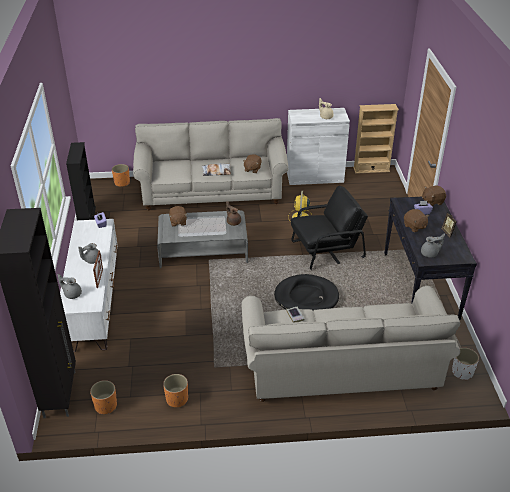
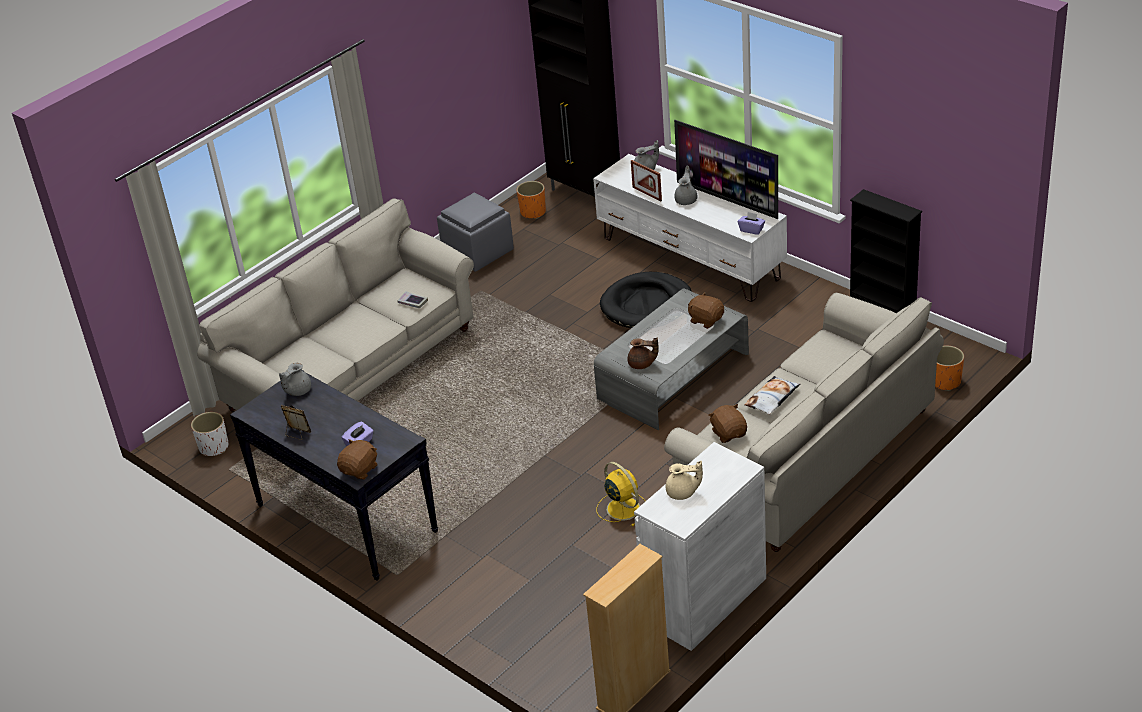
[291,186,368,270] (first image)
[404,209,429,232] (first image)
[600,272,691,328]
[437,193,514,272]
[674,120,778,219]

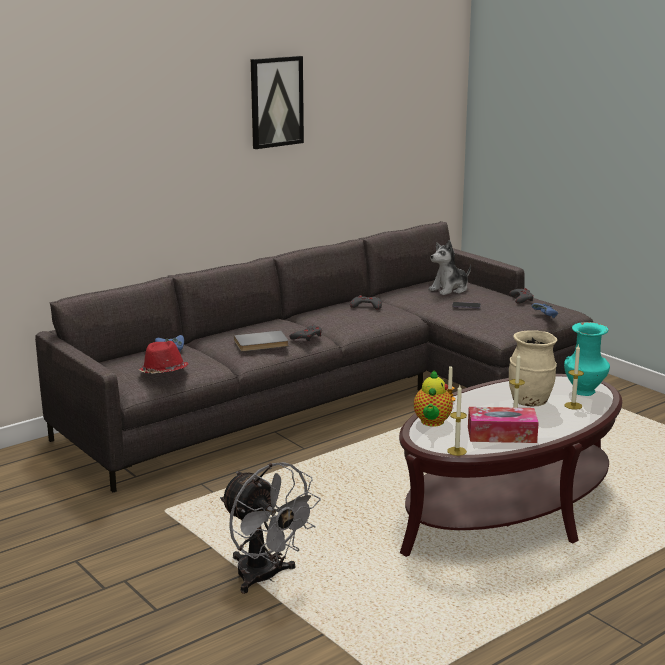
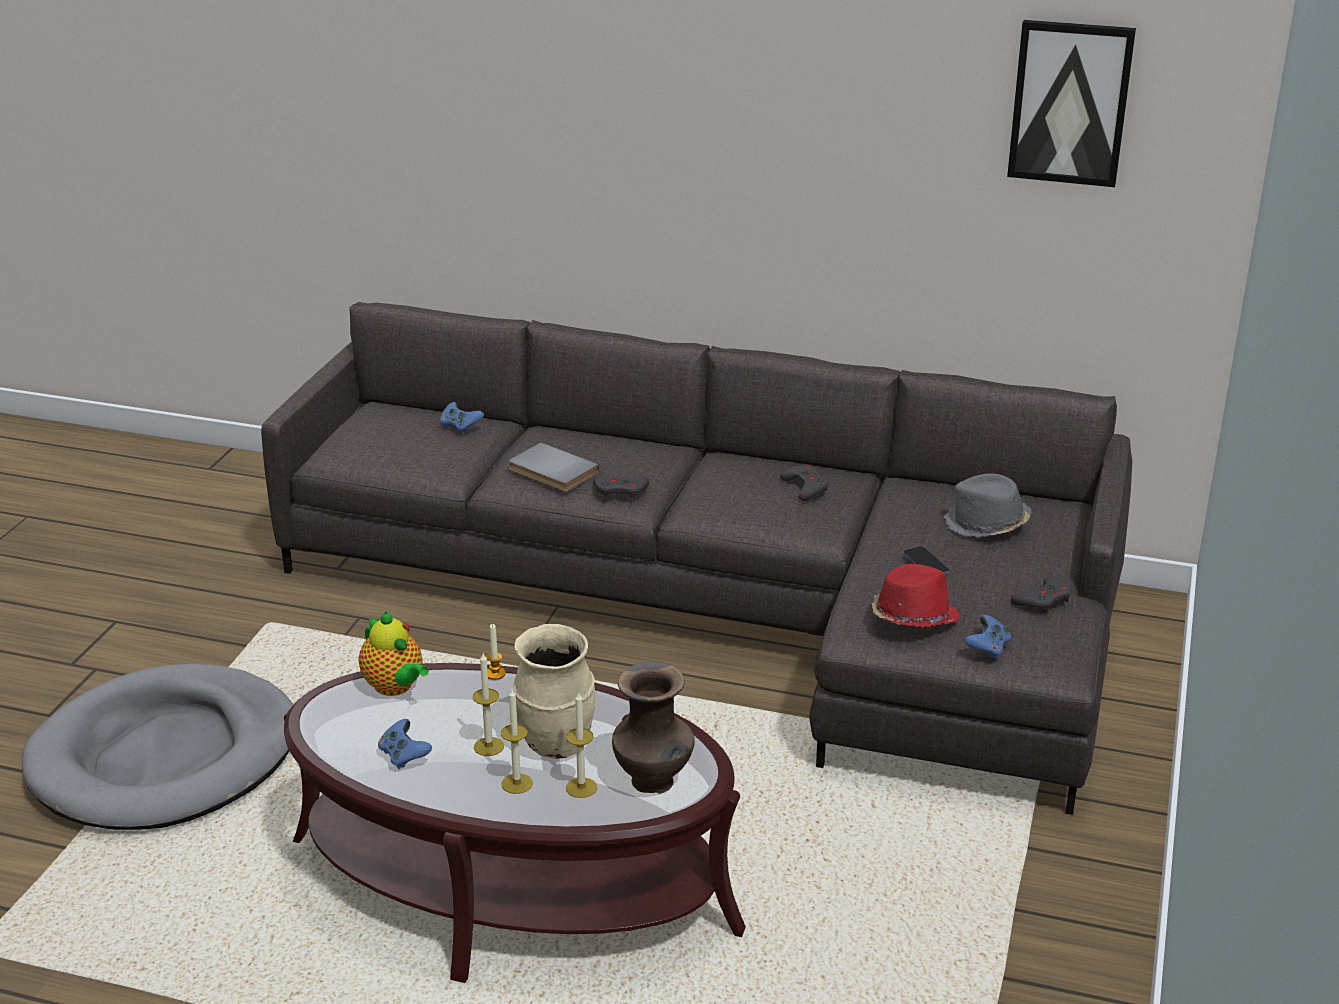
[1007,20,1136,187]
[944,473,1032,538]
[612,662,695,794]
[871,564,960,628]
[359,611,429,696]
[501,689,533,794]
[378,719,432,769]
[22,664,293,830]

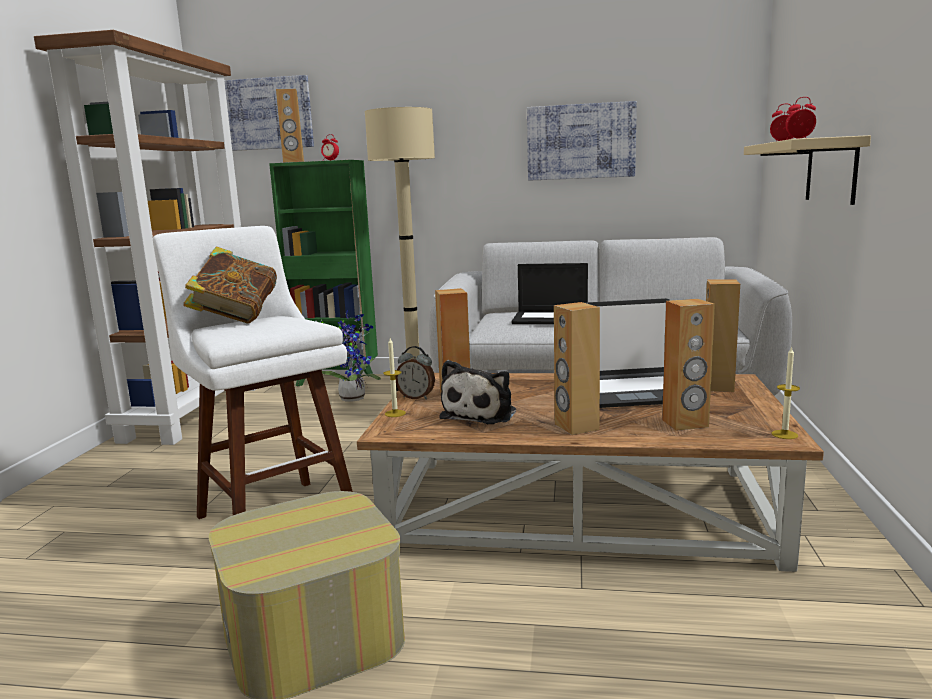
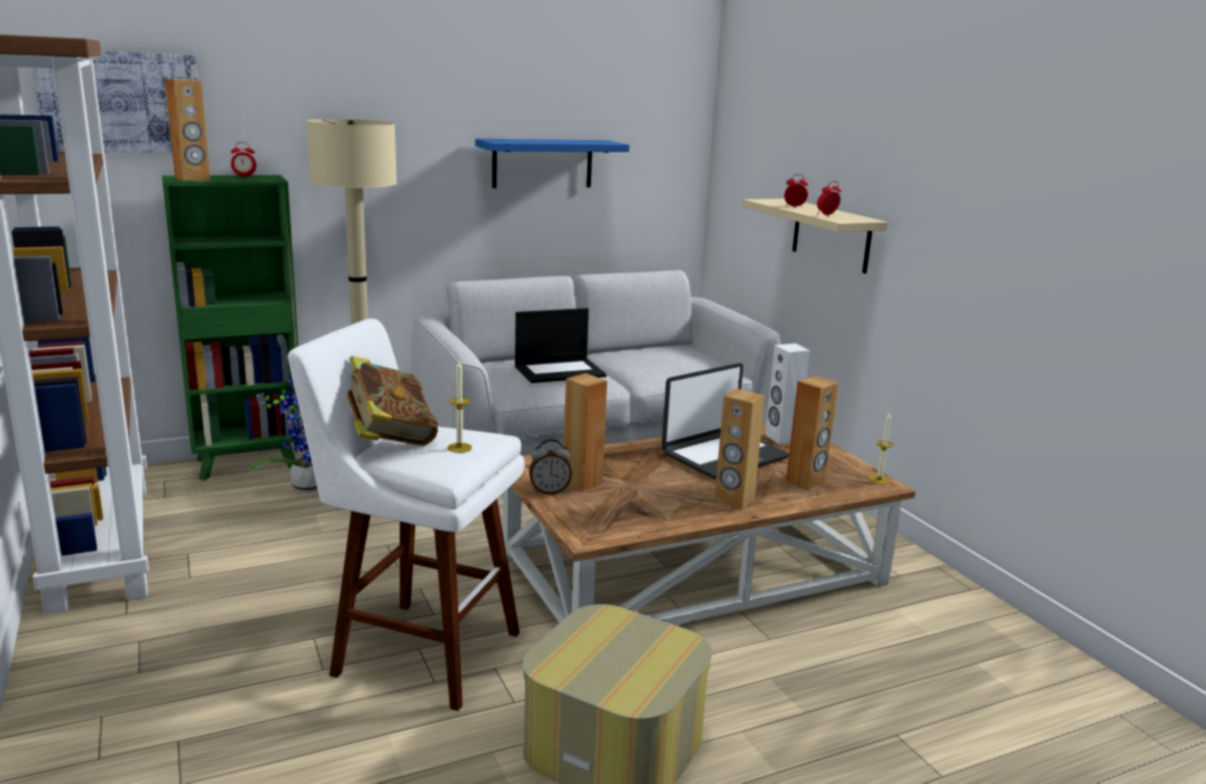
[475,139,629,188]
[765,343,810,444]
[447,361,472,453]
[439,360,516,424] (first image)

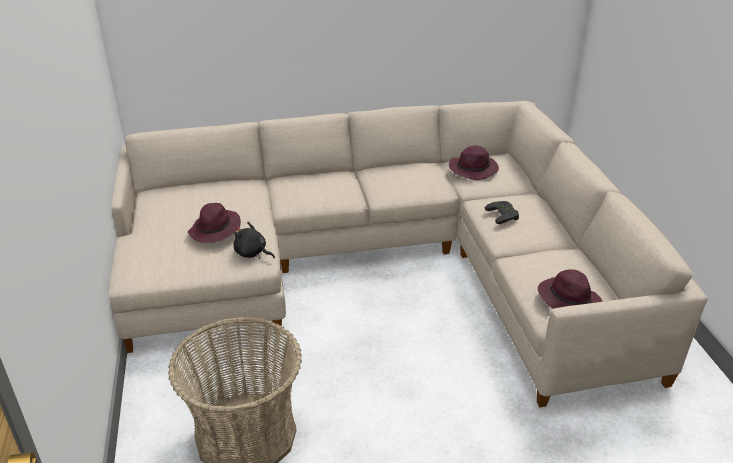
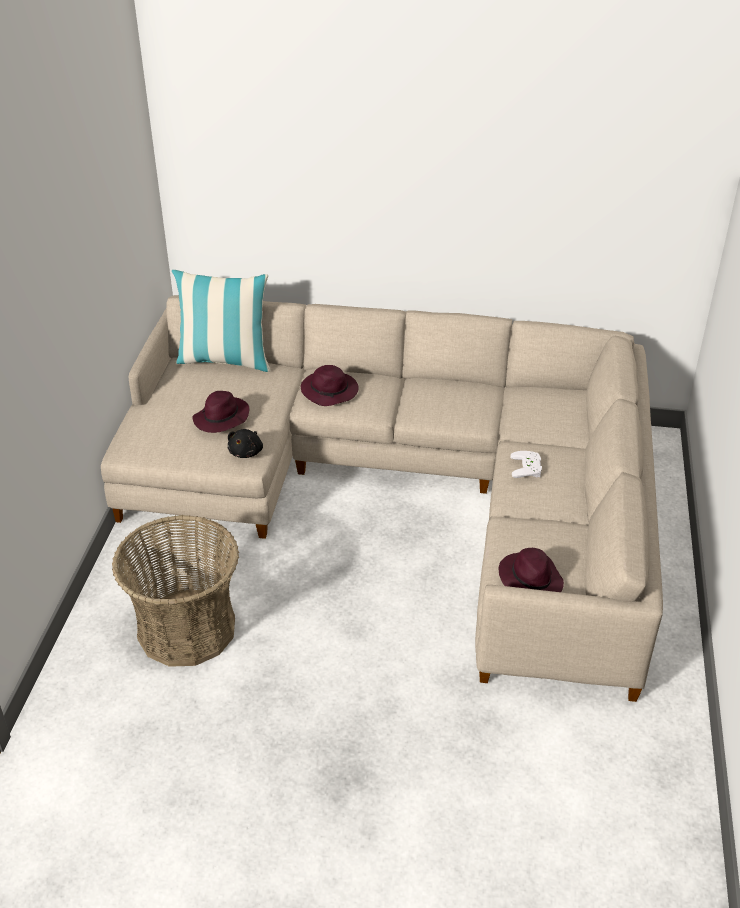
[301,365,359,406]
[510,451,542,478]
[228,429,263,458]
[172,270,271,372]

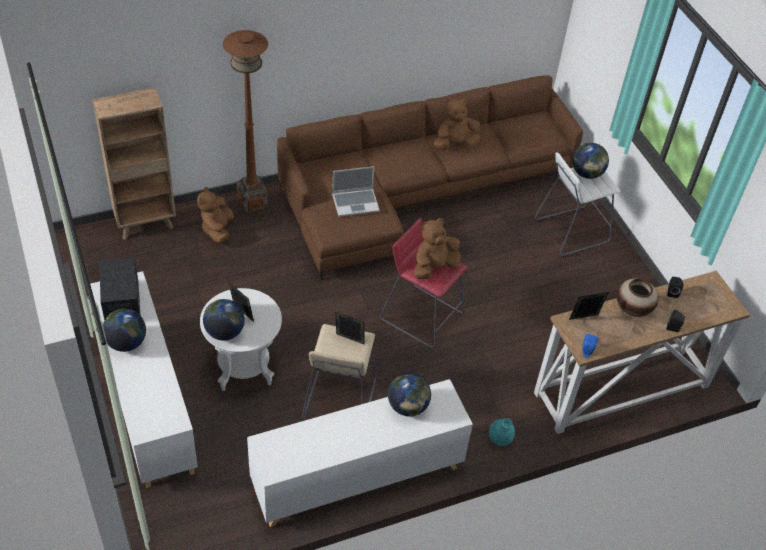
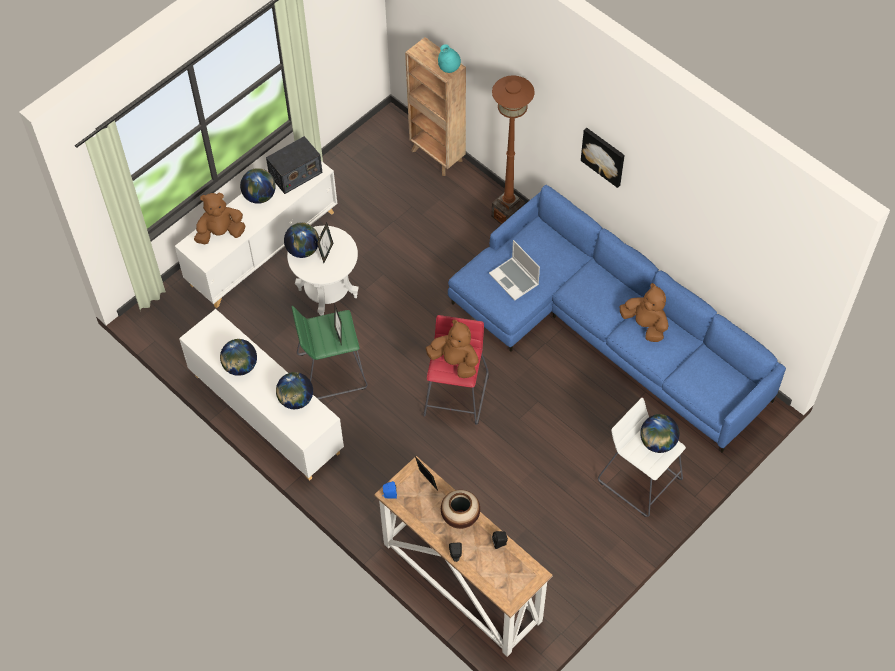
[448,185,786,453]
[194,193,245,244]
[292,306,368,399]
[438,44,461,73]
[581,128,625,188]
[220,339,257,376]

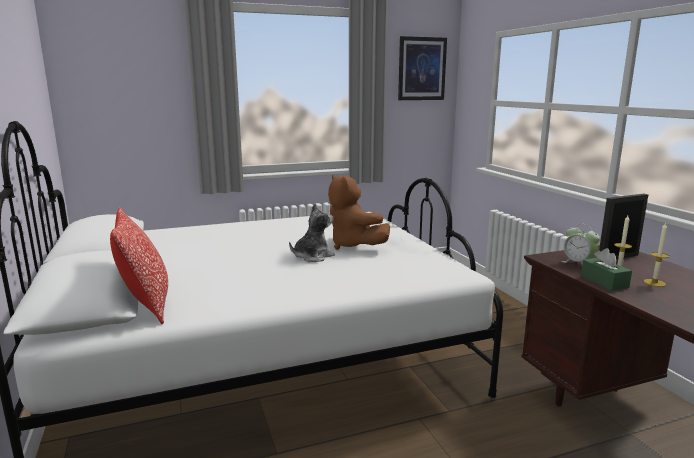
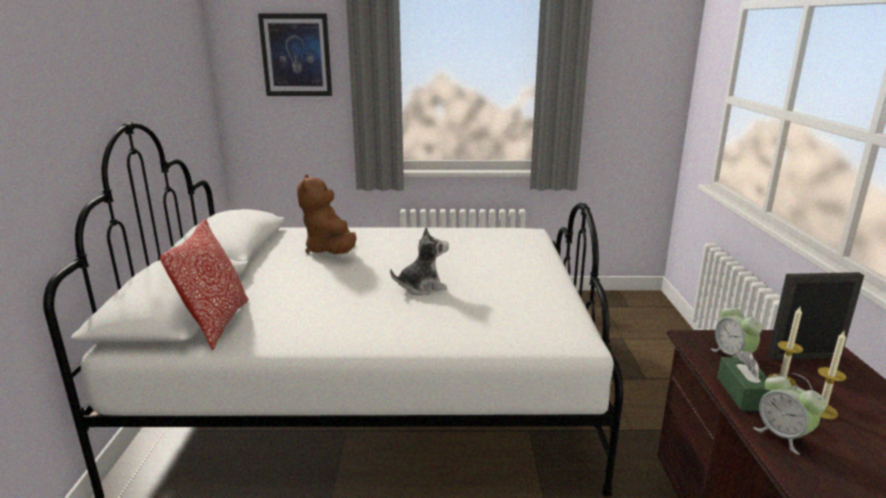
[258,13,332,96]
[297,175,357,254]
[753,373,826,455]

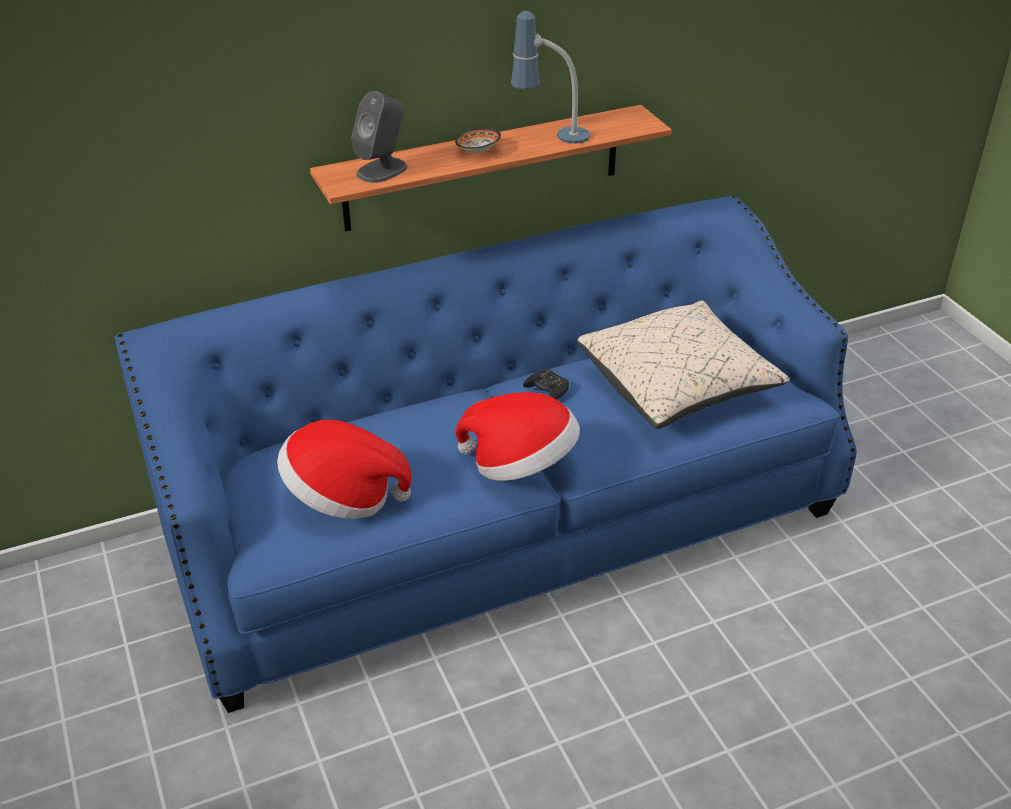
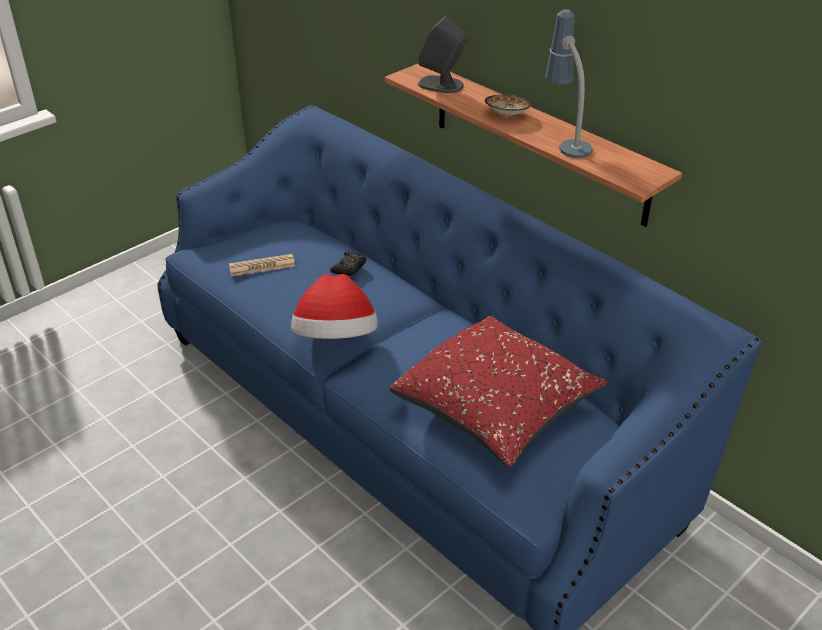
[389,316,608,467]
[330,251,366,276]
[229,254,295,276]

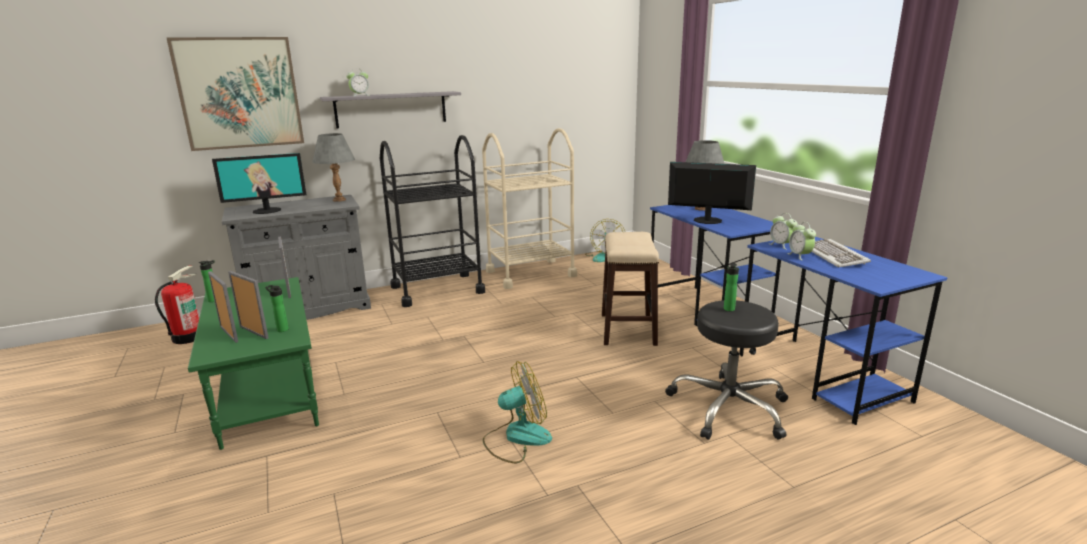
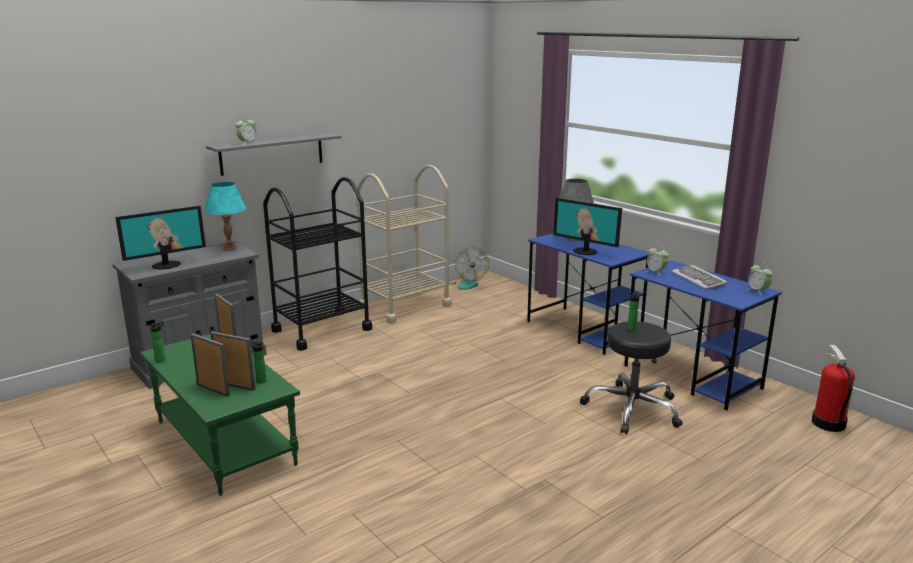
[167,37,304,151] (first image)
[204,182,247,250]
[553,198,622,255]
[746,263,773,295]
[602,232,659,346] (first image)
[812,345,855,432]
[483,361,552,463] (first image)

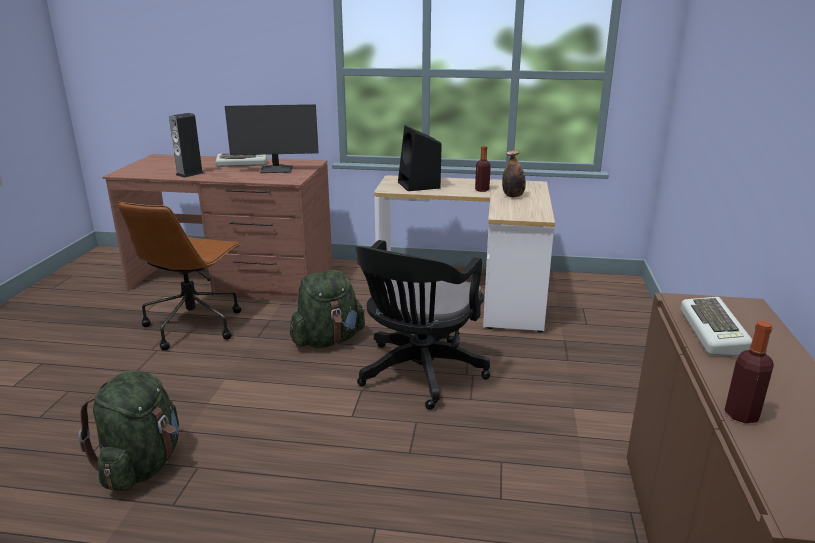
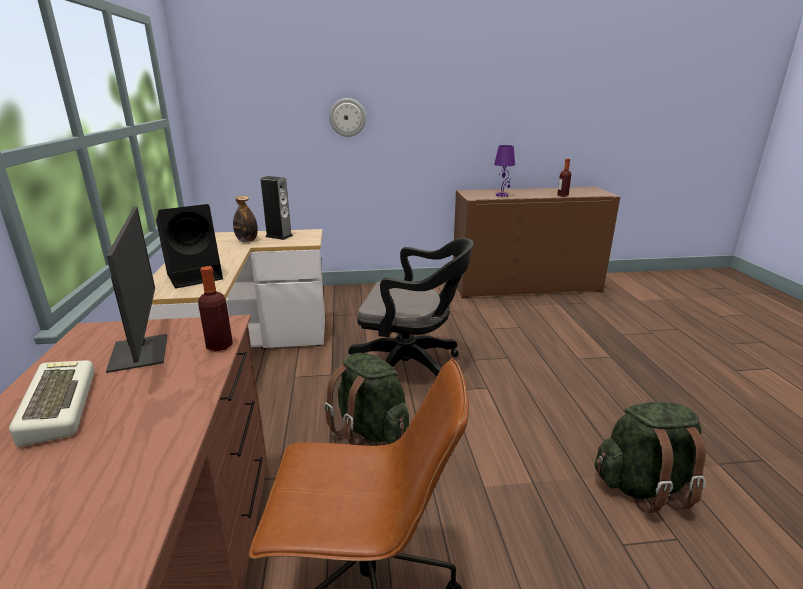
[261,176,293,240]
[198,266,233,352]
[494,145,515,197]
[329,98,366,137]

